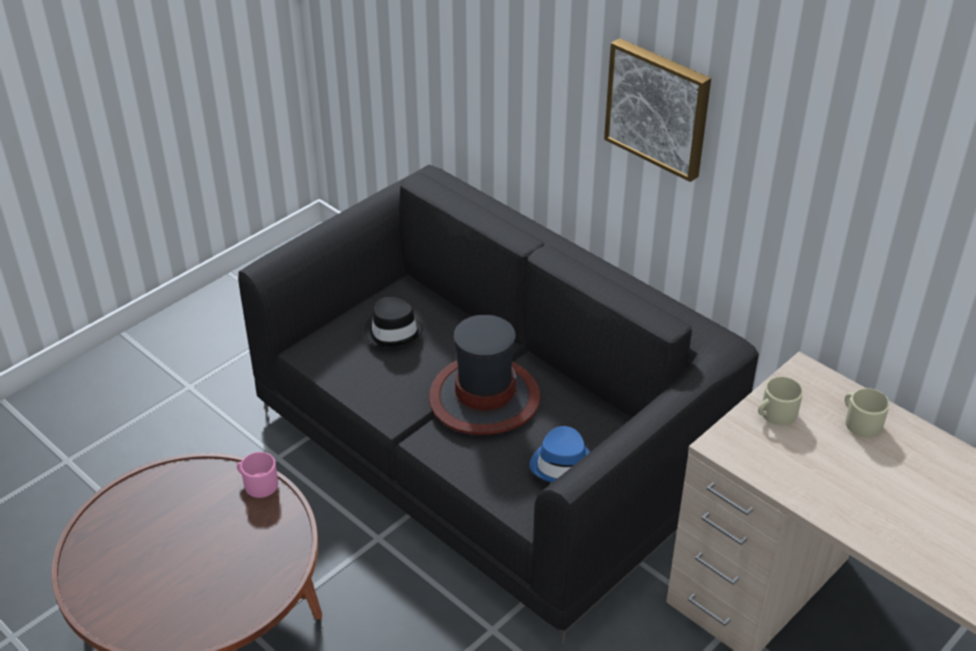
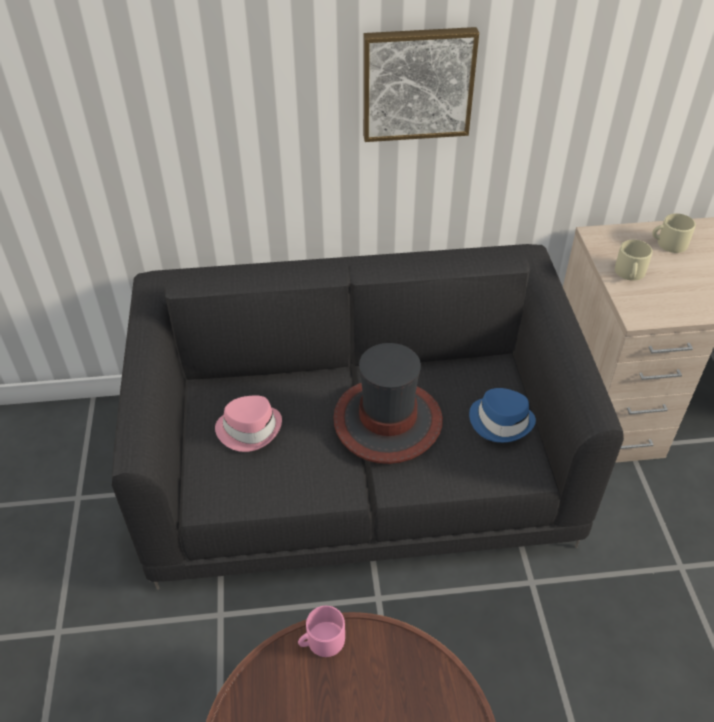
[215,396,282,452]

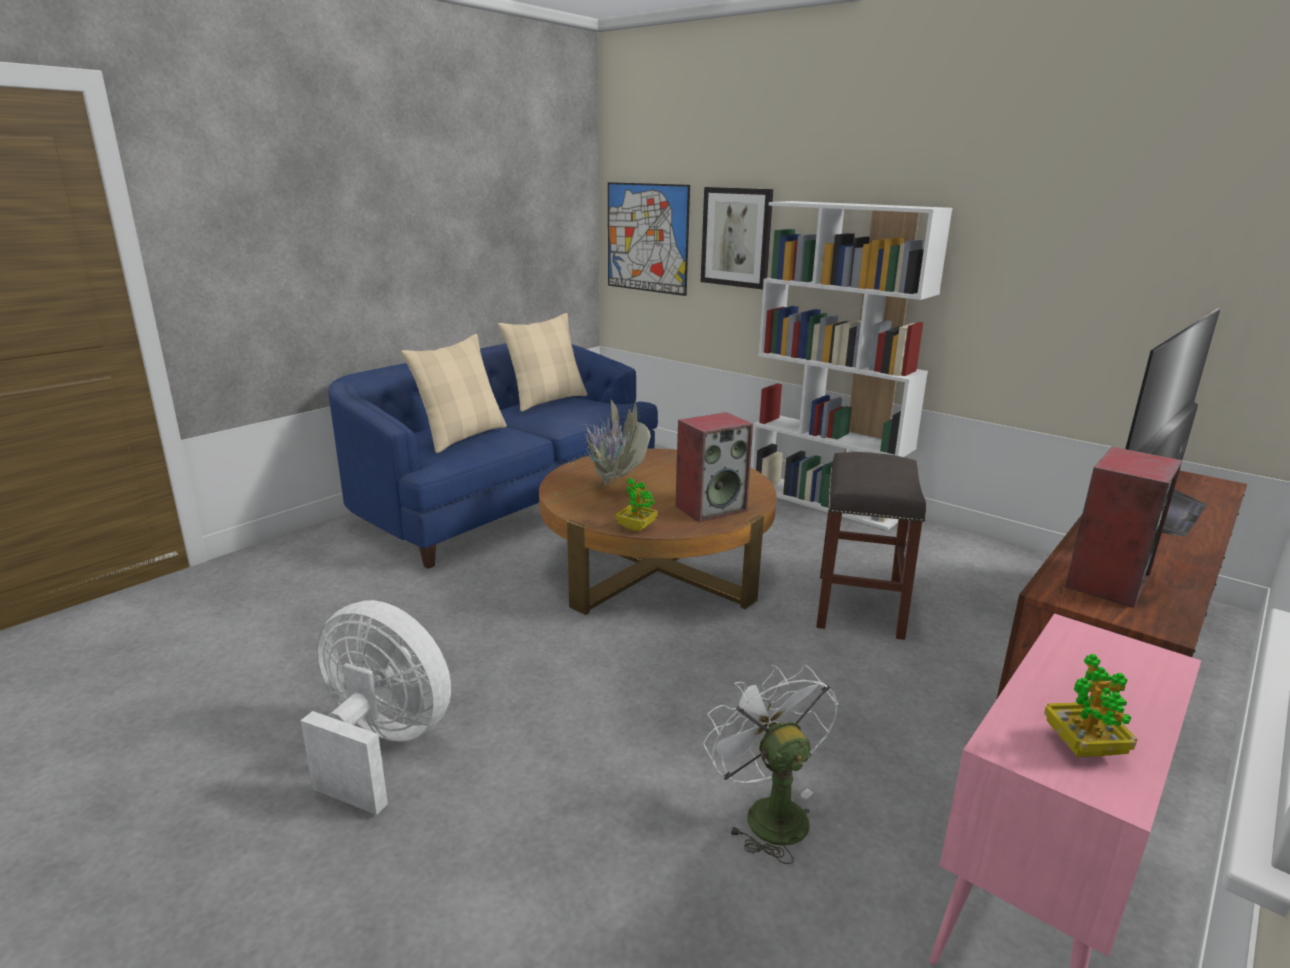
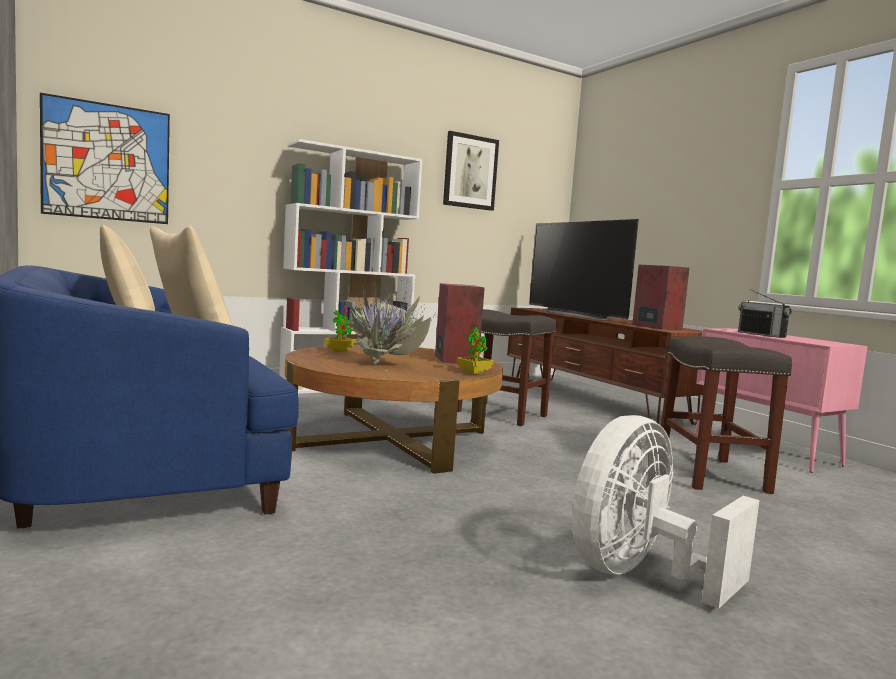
[443,131,499,211]
[324,310,356,352]
[661,336,792,494]
[738,289,792,338]

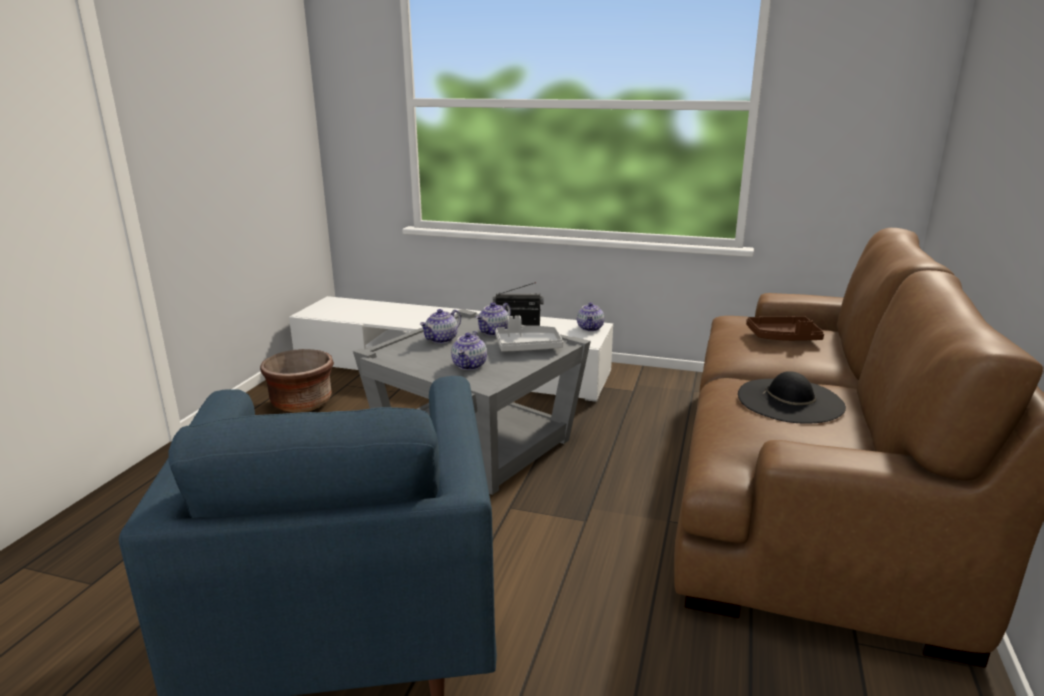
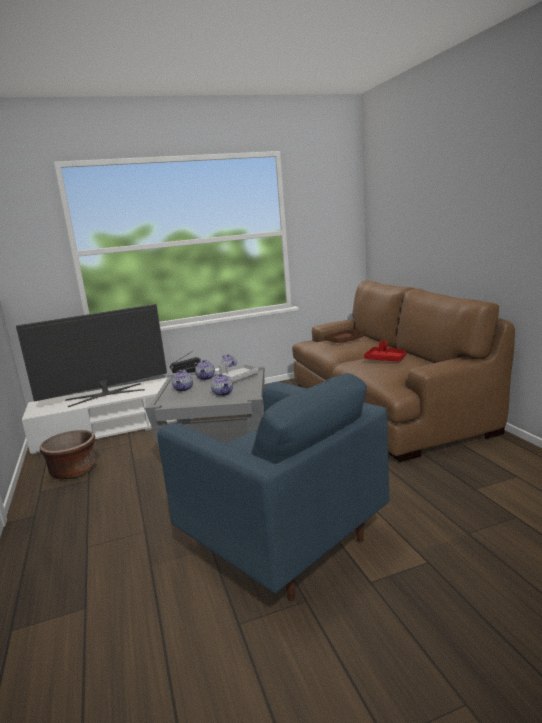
[364,341,406,361]
[16,304,167,407]

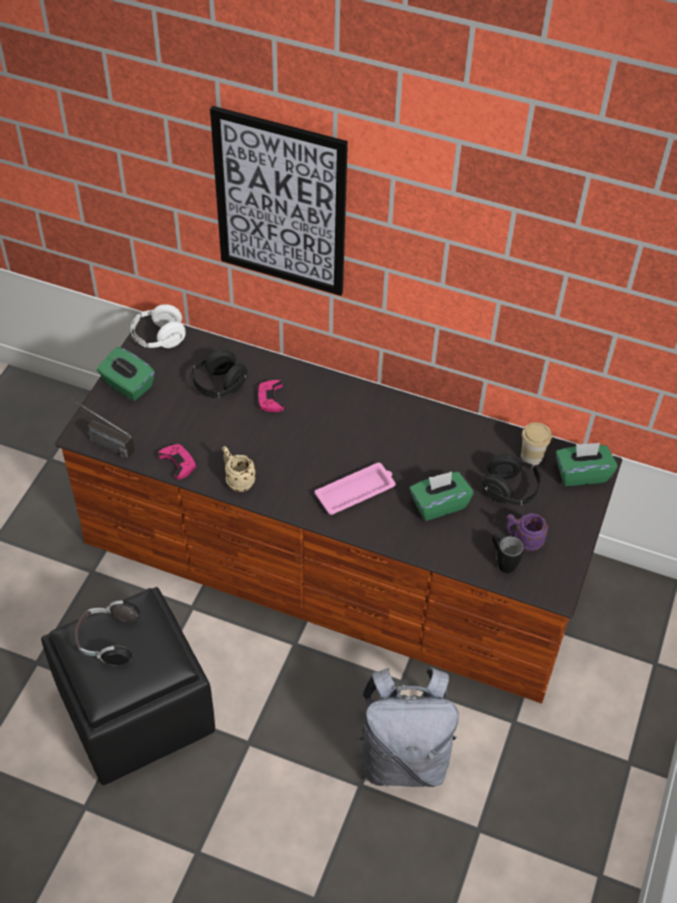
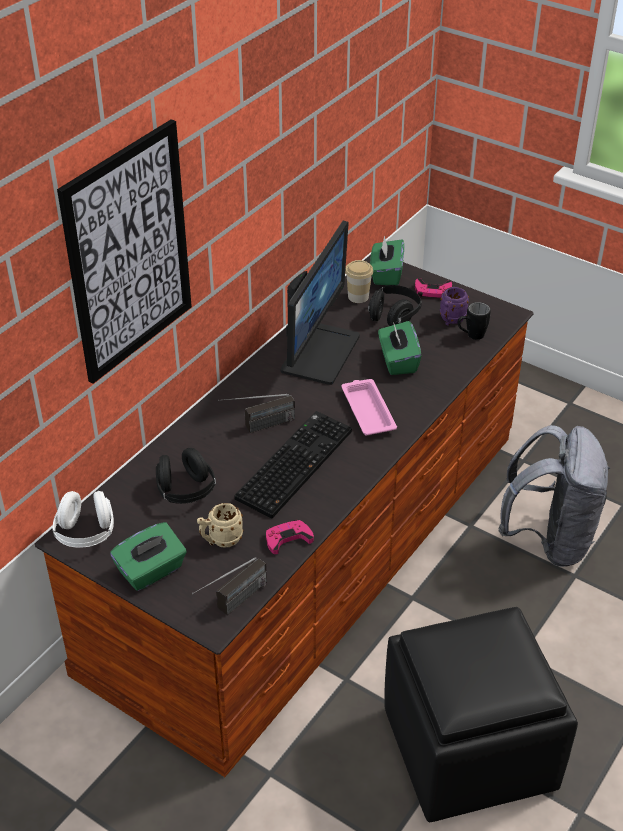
[415,278,452,298]
[197,503,243,548]
[75,601,140,666] (first image)
[280,221,360,385]
[218,394,295,433]
[235,411,352,518]

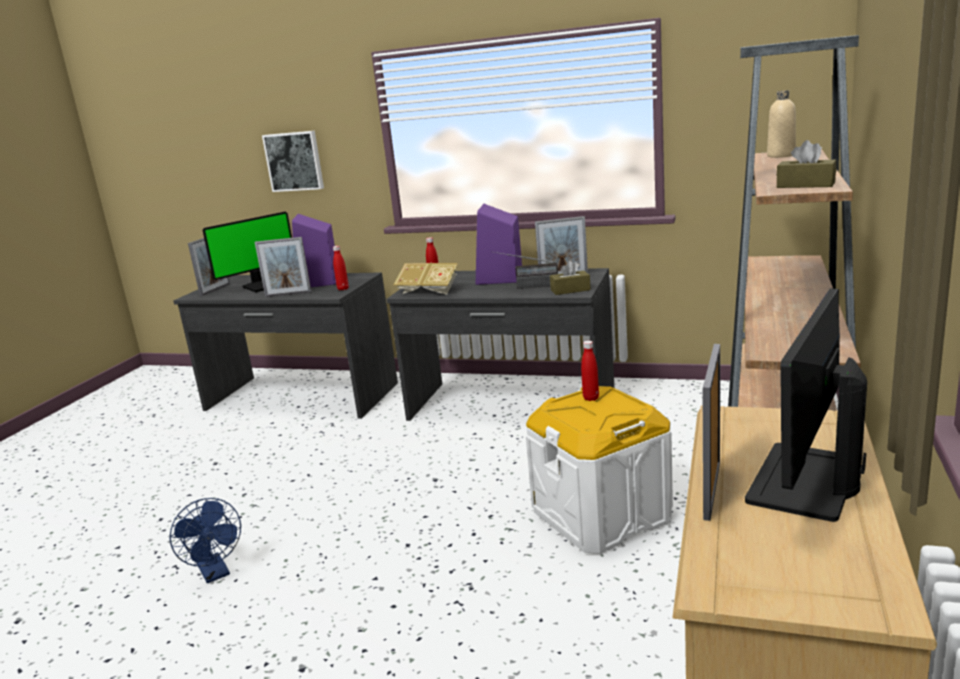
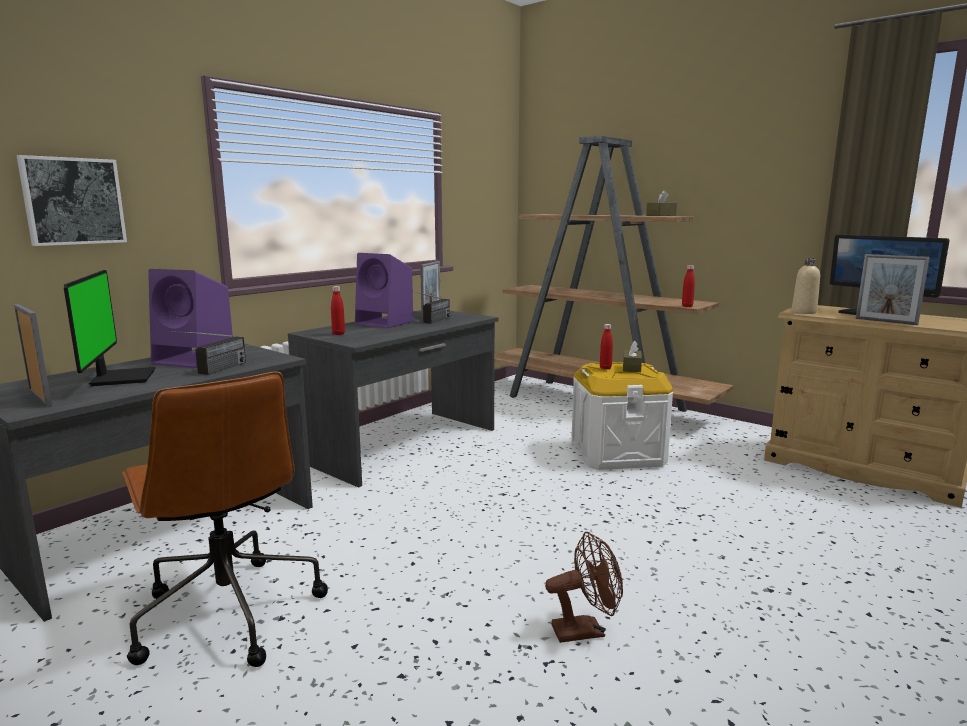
[792,258,820,314]
[169,330,246,375]
[682,265,695,307]
[623,341,642,372]
[393,263,458,295] (first image)
[545,532,623,643]
[122,371,328,667]

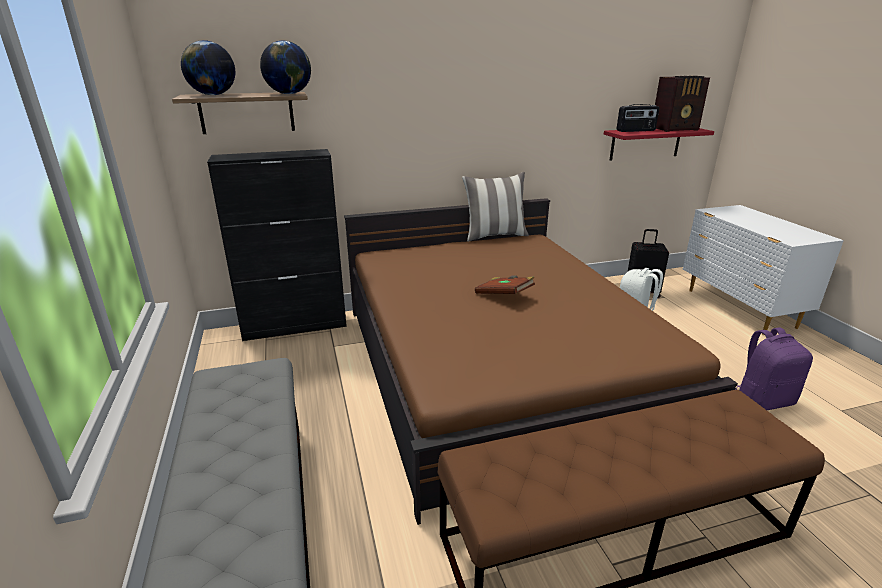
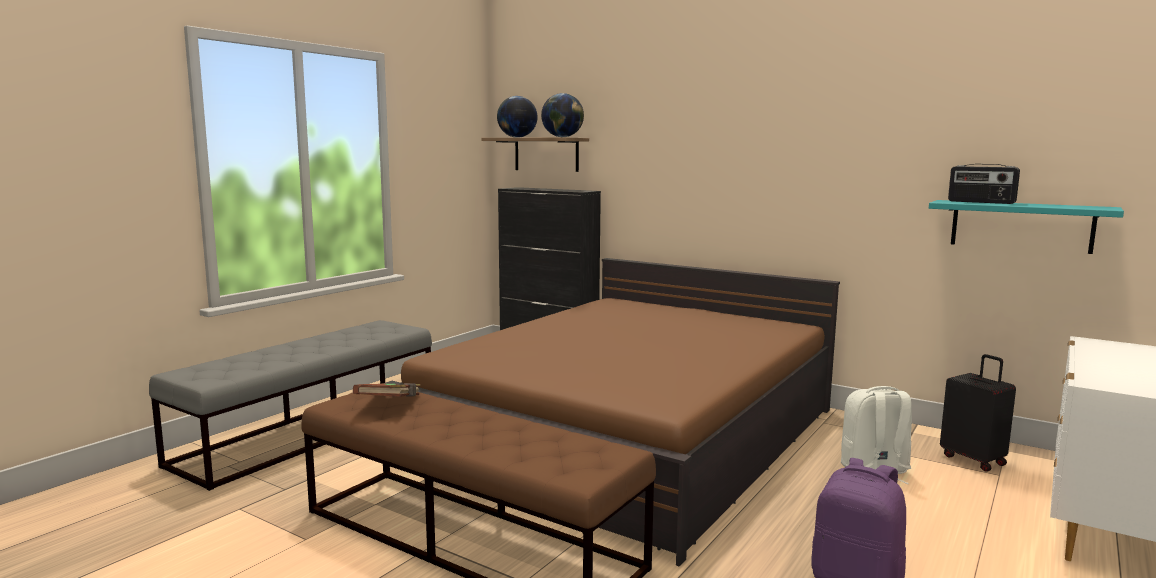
[655,76,710,132] (first image)
[929,200,1124,254]
[462,172,529,242] (first image)
[353,383,421,397]

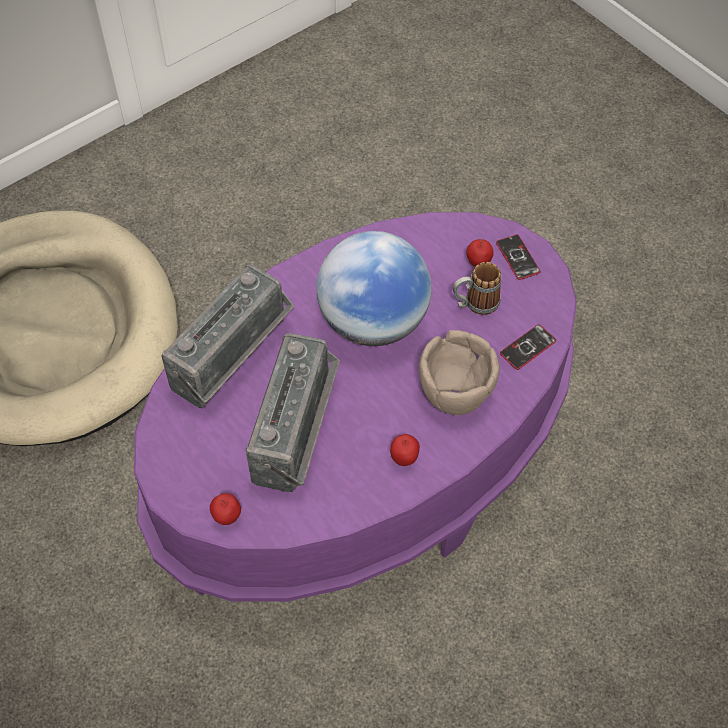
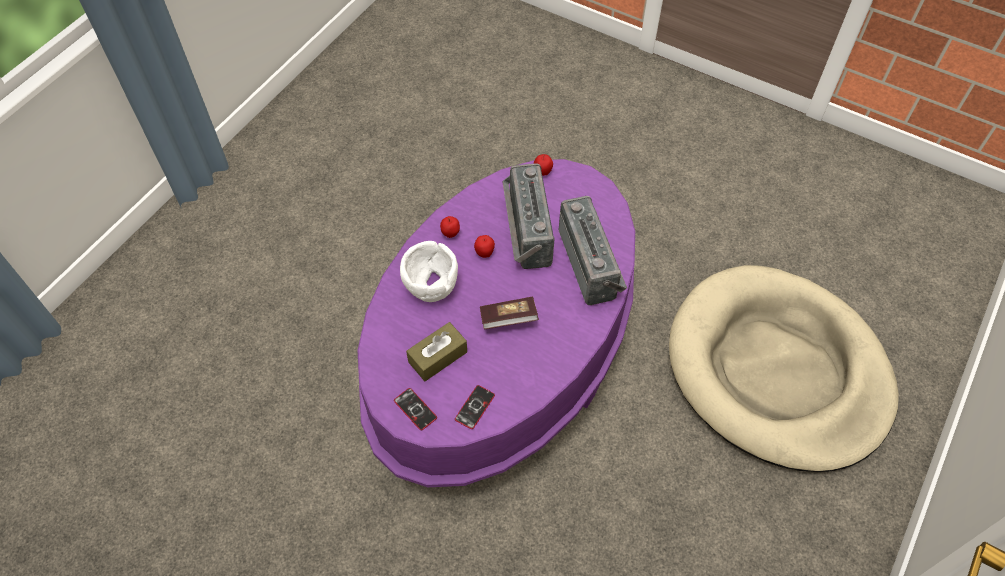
[480,297,539,329]
[474,235,495,258]
[406,322,467,381]
[559,196,627,305]
[455,385,495,429]
[400,241,458,302]

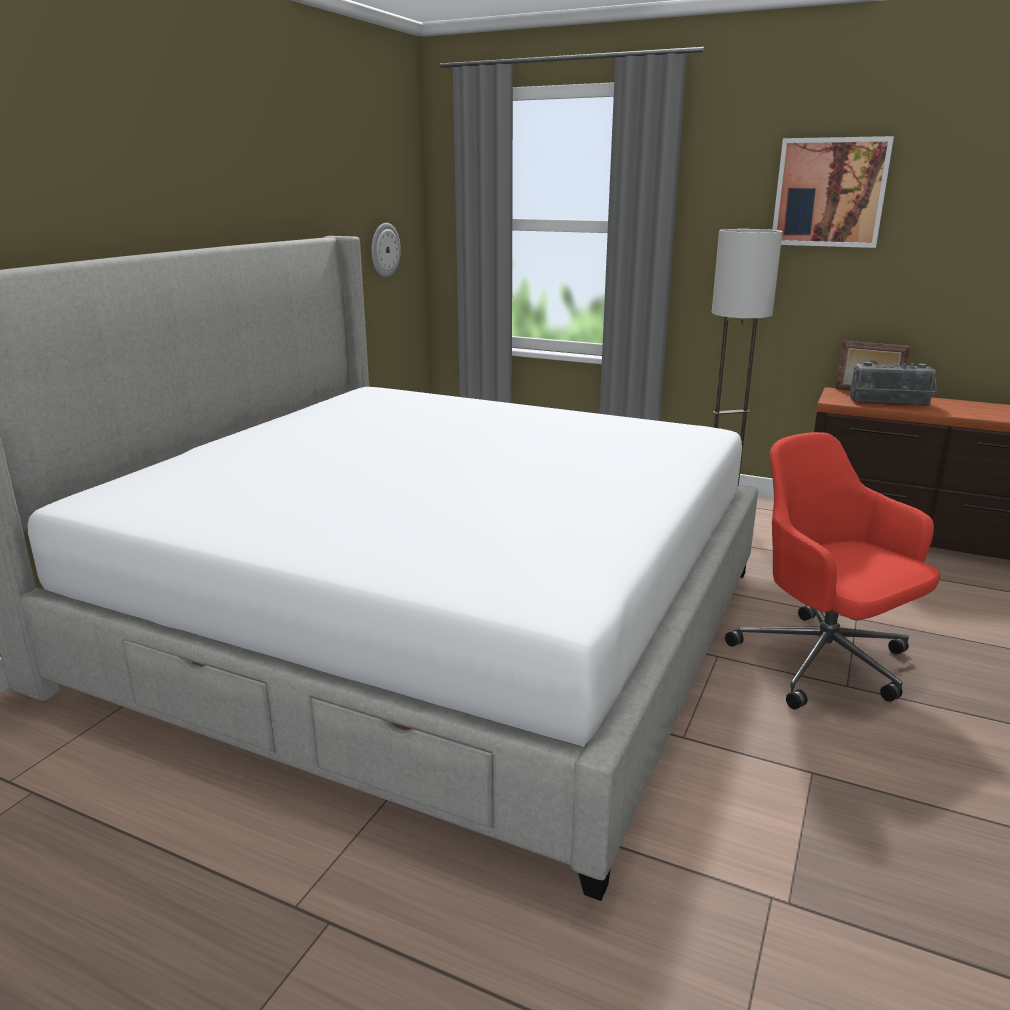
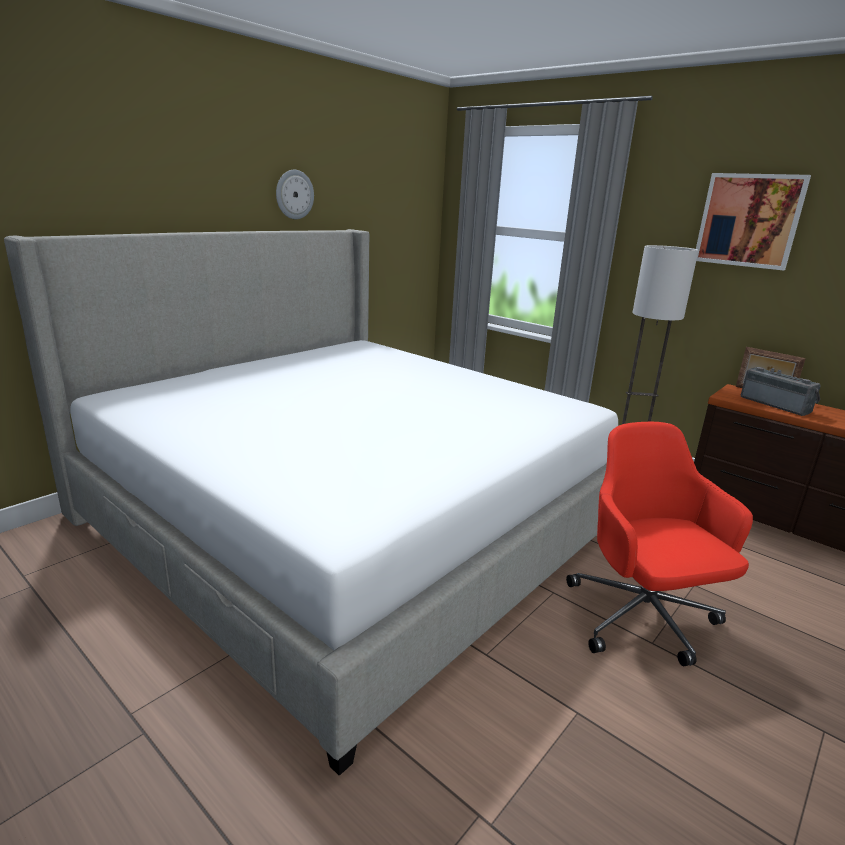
[276,170,314,219]
[741,367,820,416]

